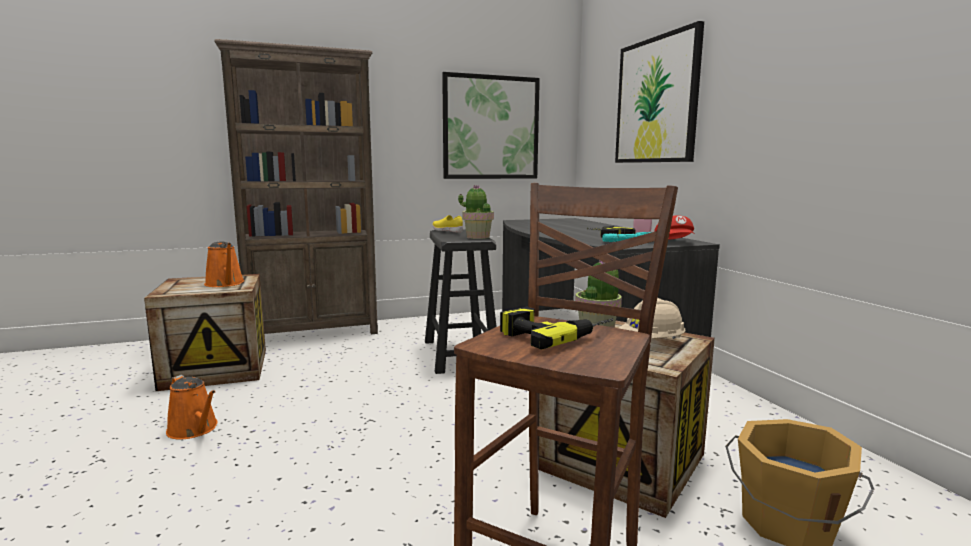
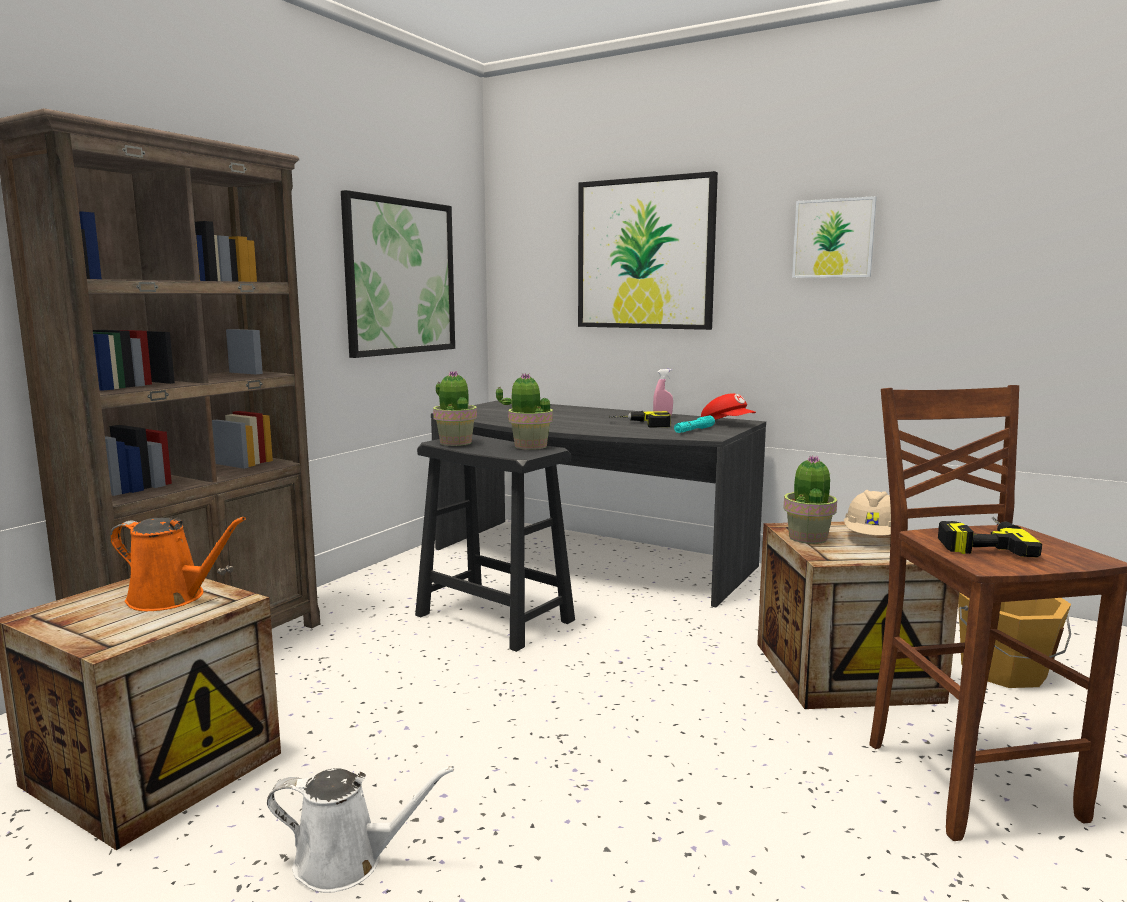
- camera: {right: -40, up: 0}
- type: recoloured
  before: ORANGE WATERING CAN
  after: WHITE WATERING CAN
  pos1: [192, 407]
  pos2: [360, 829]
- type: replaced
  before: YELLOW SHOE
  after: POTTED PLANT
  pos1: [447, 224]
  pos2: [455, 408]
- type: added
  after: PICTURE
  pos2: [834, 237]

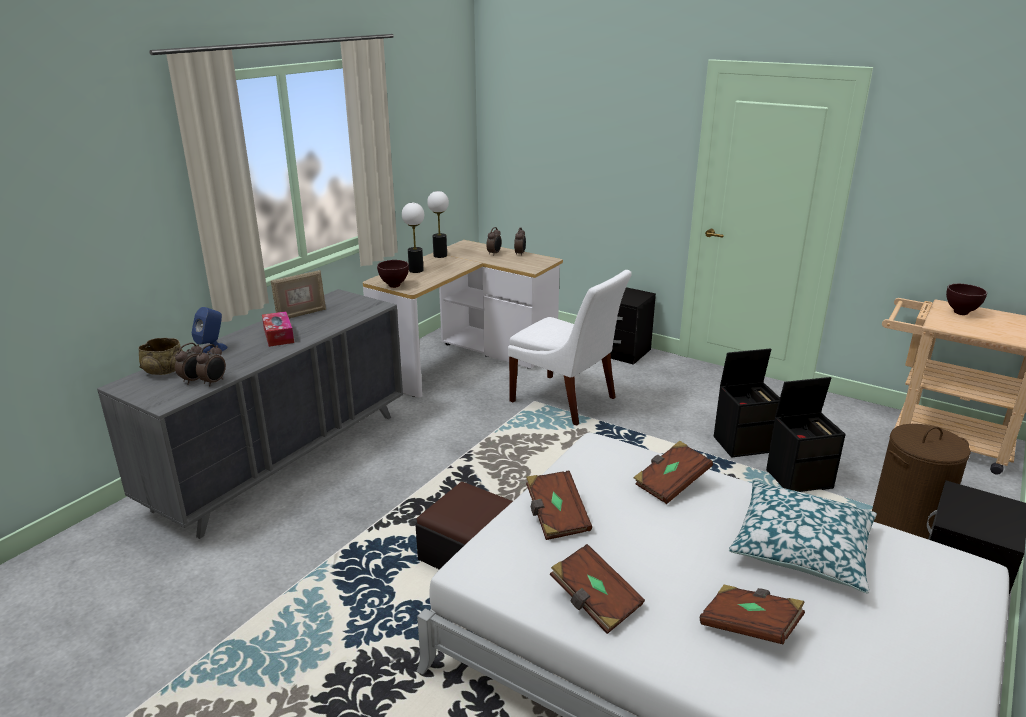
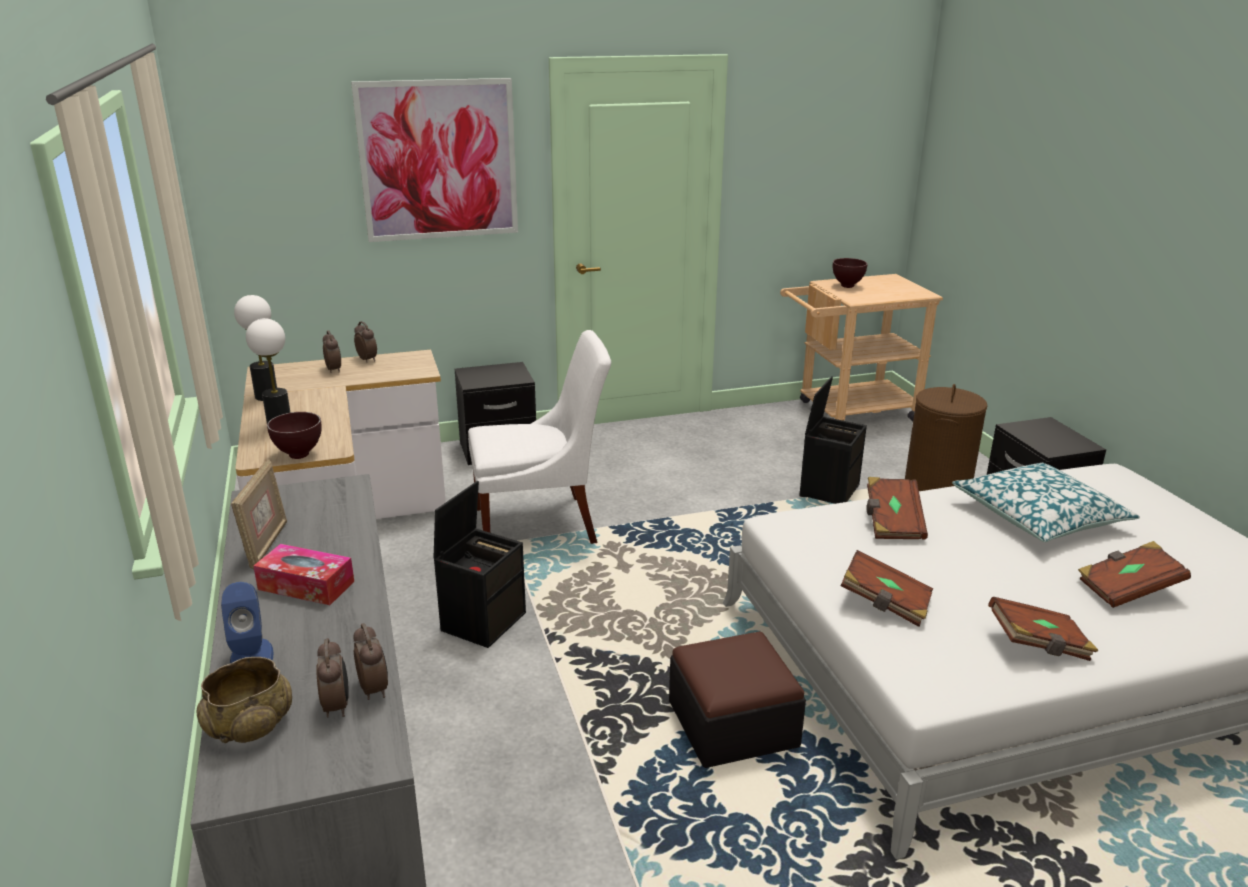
- camera: {right: -50, up: 0}
- type: moved
  before: BLACK STORAGE BOX
  pos1: [747, 403]
  pos2: [479, 564]
- type: added
  after: PICTURE
  pos2: [434, 160]

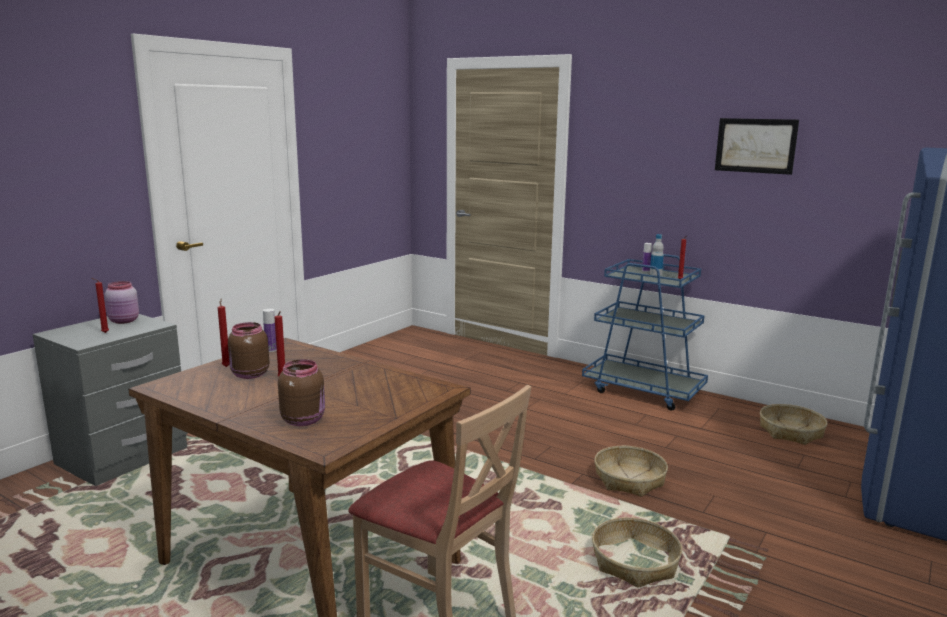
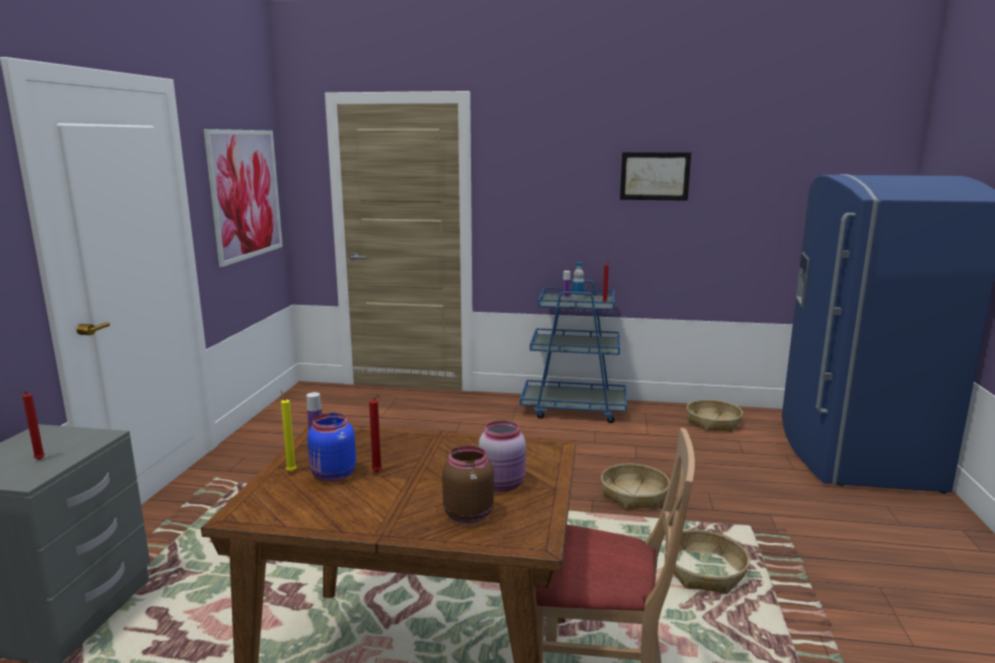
- camera: {right: -25, up: 0}
- type: moved
  before: PINK JAR
  pos1: [122, 302]
  pos2: [502, 456]
- type: recoloured
  before: RED CANDLE
  after: YELLOW CANDLE
  pos1: [223, 332]
  pos2: [289, 431]
- type: recoloured
  before: BROWN JAR
  after: BLUE JAR
  pos1: [248, 350]
  pos2: [331, 447]
- type: added
  after: PICTURE
  pos2: [243, 198]

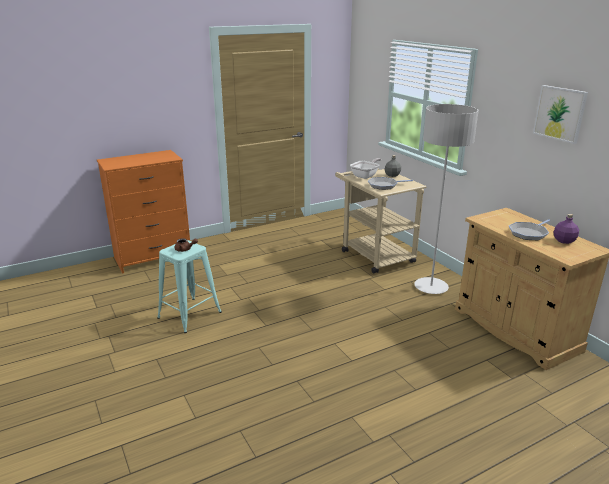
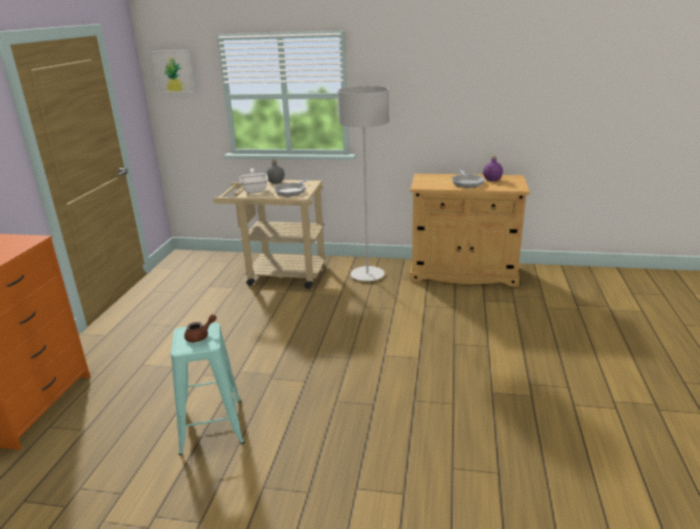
- camera: {right: -50, up: 0}
- type: moved
  before: PICTURE
  pos1: [560, 114]
  pos2: [173, 71]

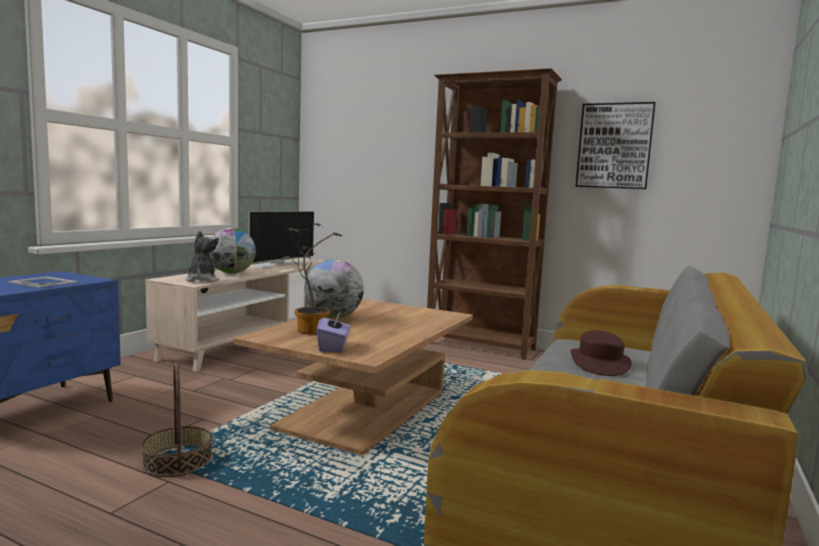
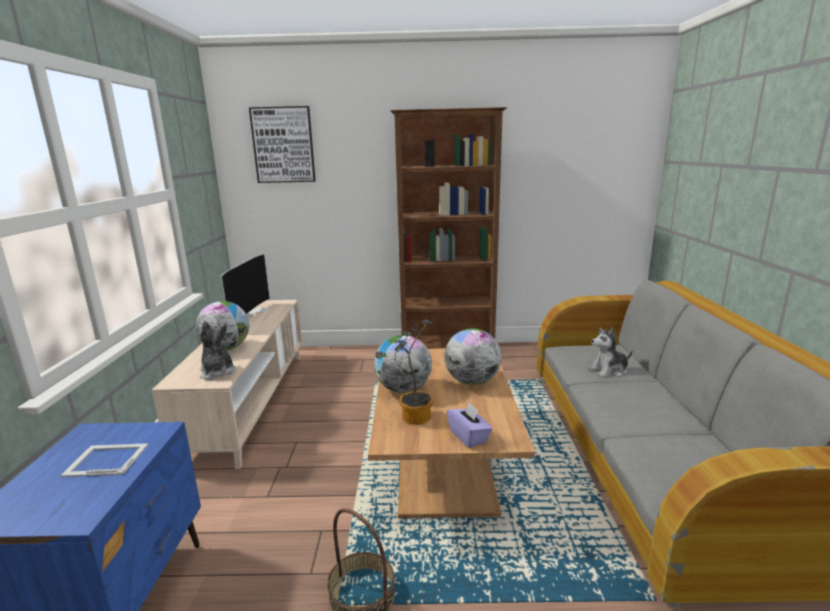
- camera: {right: -25, up: 10}
- type: replaced
  before: BROWN HAT
  after: PLUSH TOY
  pos1: [601, 353]
  pos2: [610, 352]
- type: moved
  before: PICTURE
  pos1: [616, 145]
  pos2: [282, 144]
- type: added
  after: GLOBE
  pos2: [473, 356]

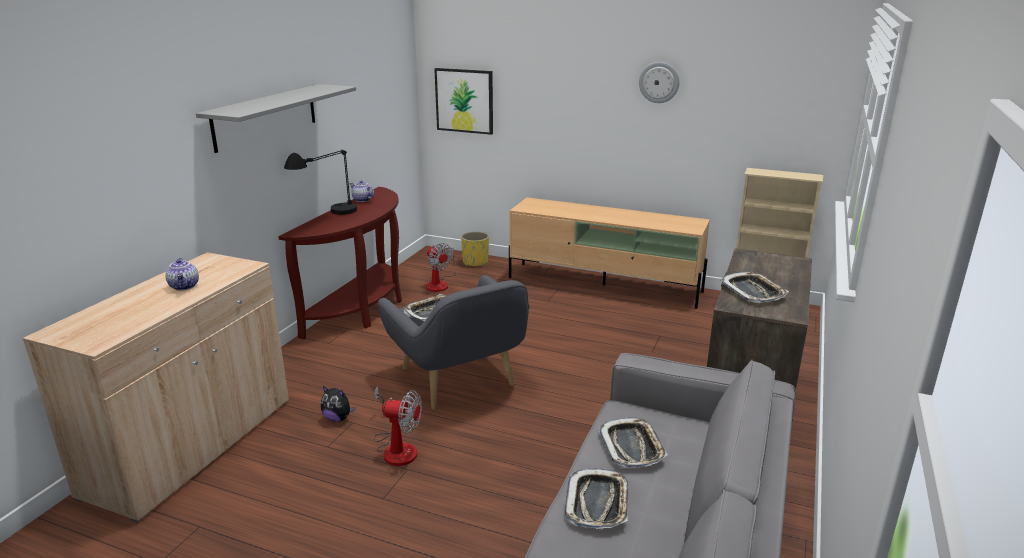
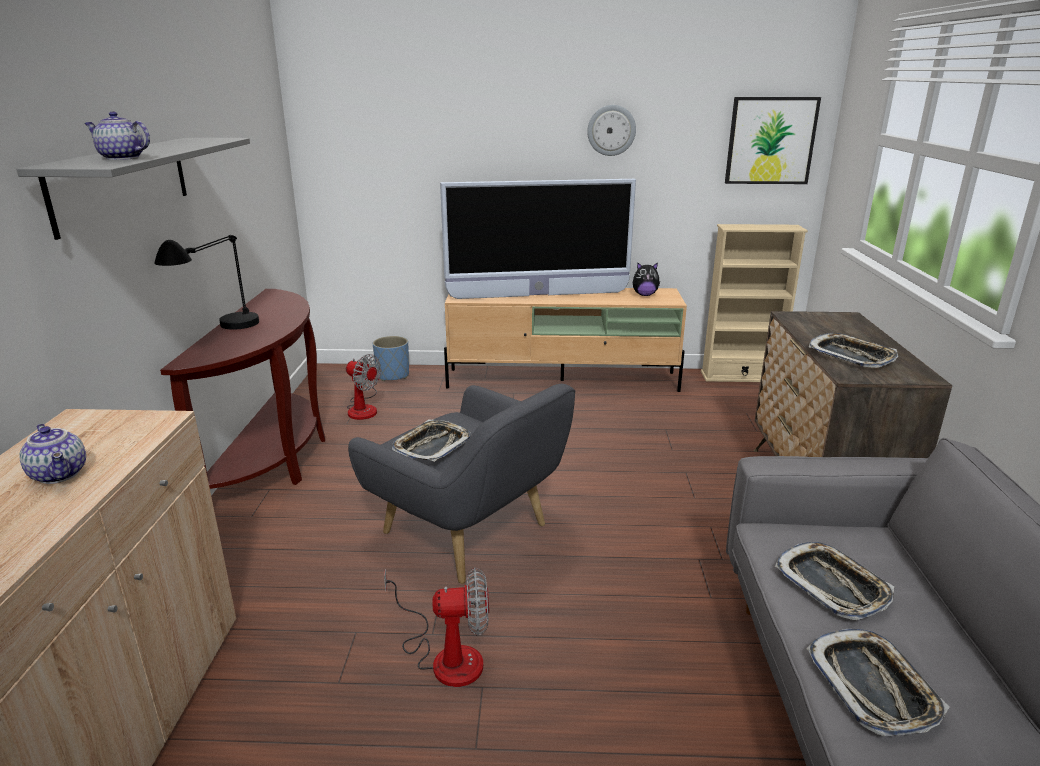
- camera: {right: -20, up: 0}
- type: moved
  before: PLUSH TOY
  pos1: [338, 404]
  pos2: [646, 279]
- type: moved
  before: TEAPOT
  pos1: [362, 191]
  pos2: [117, 136]
- type: moved
  before: PICTURE
  pos1: [463, 101]
  pos2: [773, 140]
- type: recoloured
  before: YELLOW PLANTER
  after: BLUE PLANTER
  pos1: [475, 248]
  pos2: [391, 358]
- type: added
  after: TELEVISION
  pos2: [538, 239]

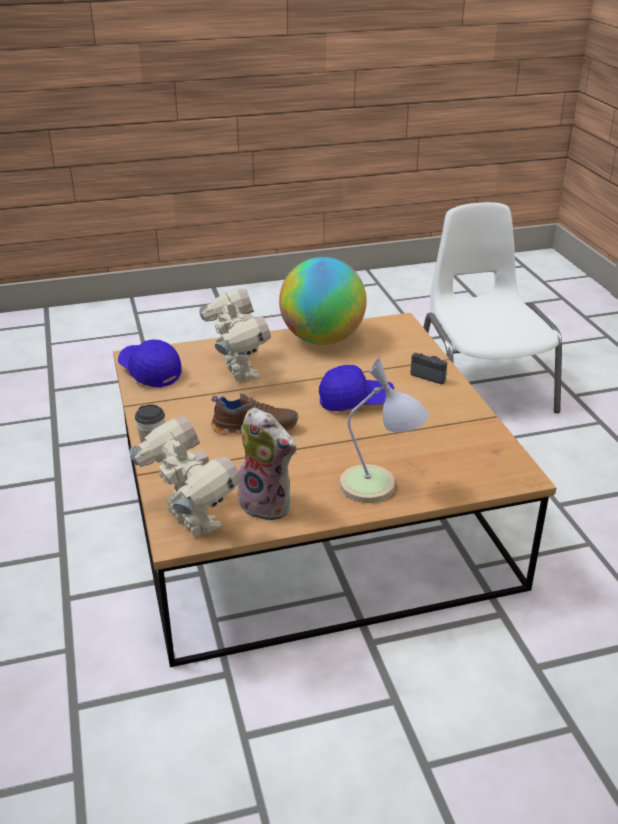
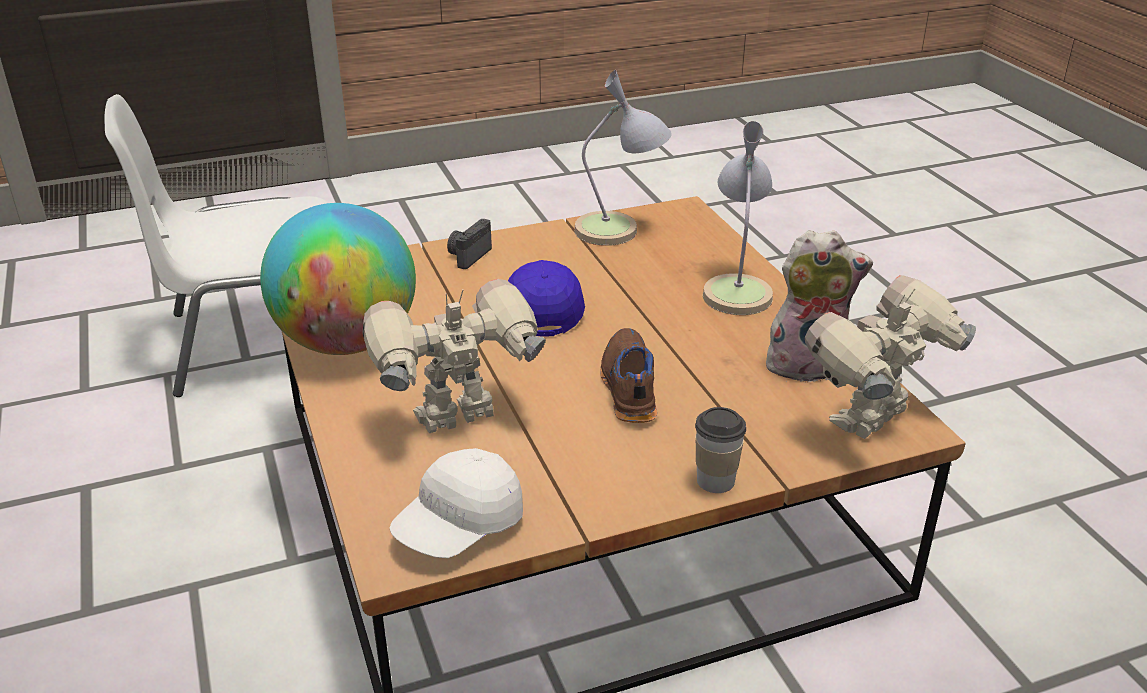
- camera: {right: -95, up: 0}
- type: recoloured
  before: BLUE CAP
  after: WHITE CAP
  pos1: [149, 363]
  pos2: [456, 503]
- type: turned
  before: PLUSH TOY
  pos1: [266, 464]
  pos2: [818, 306]
  turn: 60
- type: added
  after: TABLE LAMP
  pos2: [623, 158]

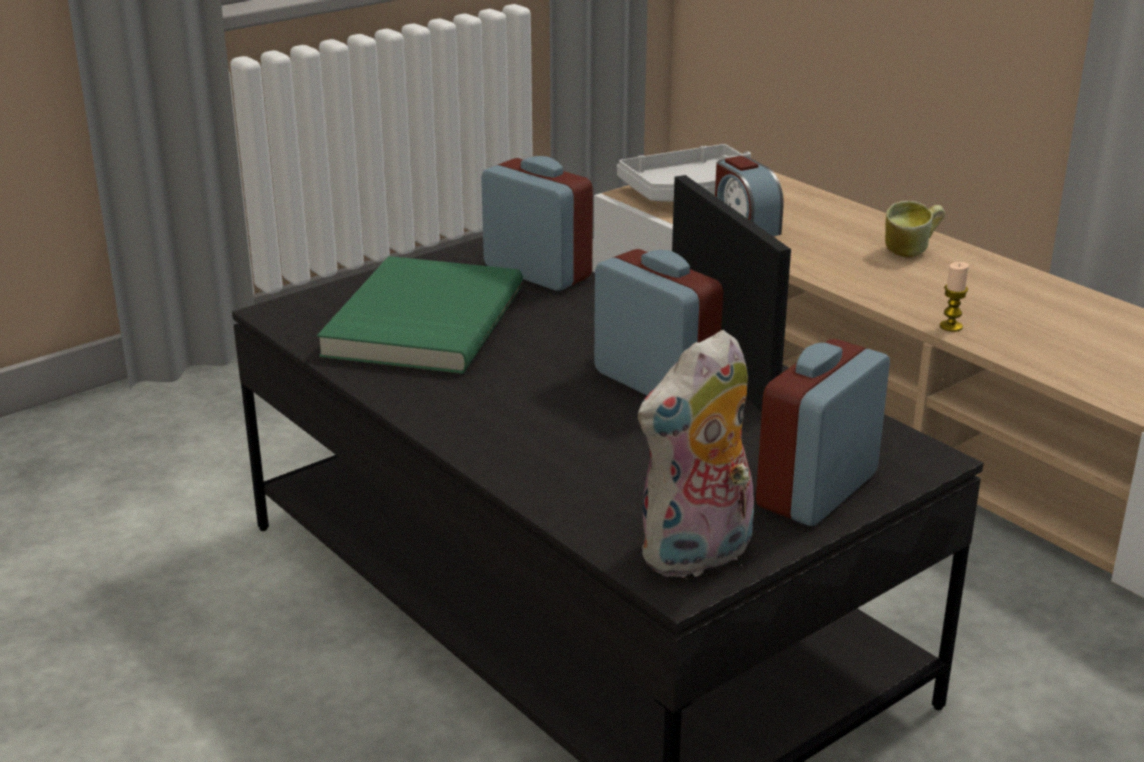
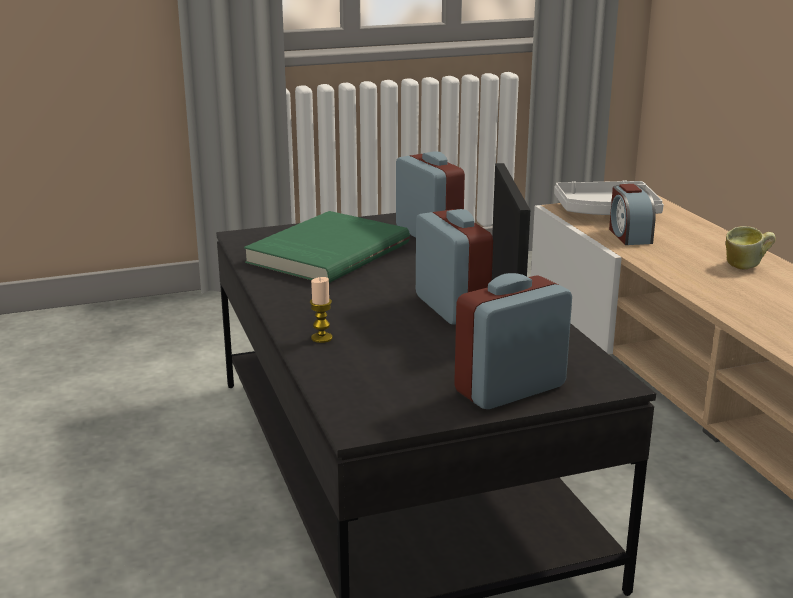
- camera: {right: 20, up: -5}
- type: removed
  before: PLUSH TOY
  pos1: [696, 455]
- type: moved
  before: CANDLE
  pos1: [954, 297]
  pos2: [321, 310]

